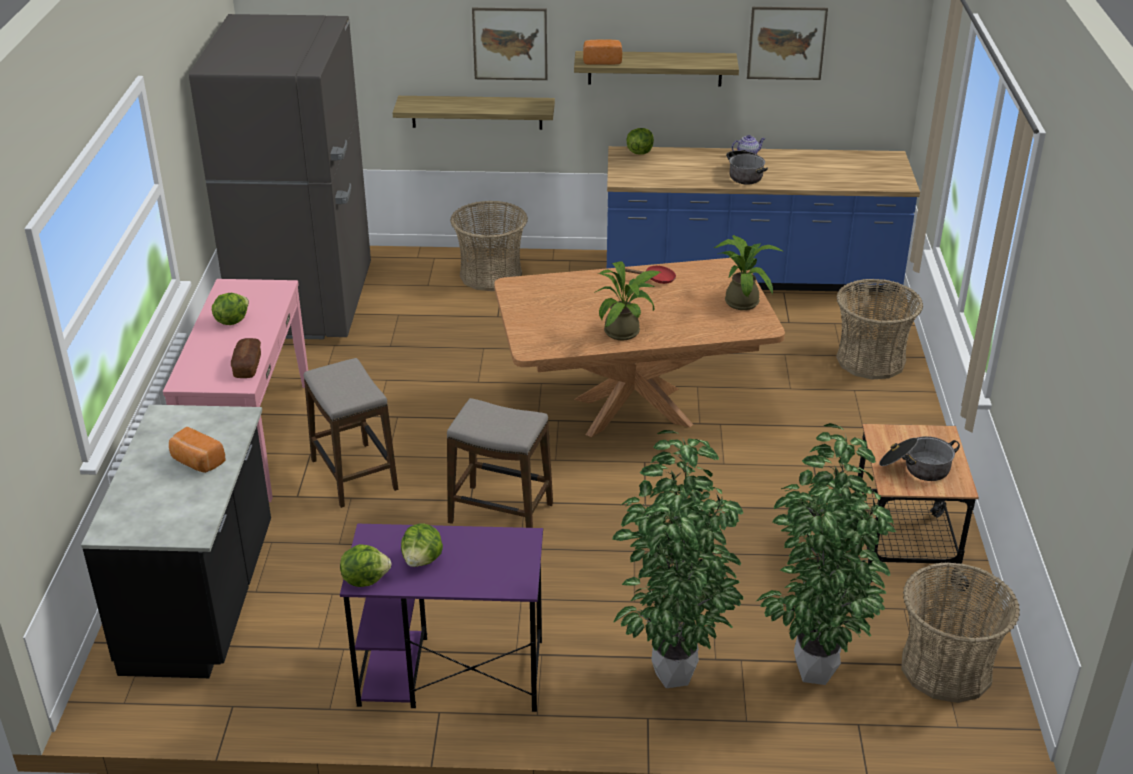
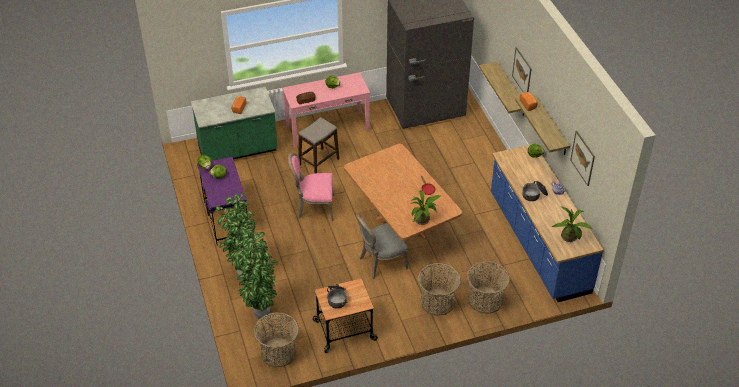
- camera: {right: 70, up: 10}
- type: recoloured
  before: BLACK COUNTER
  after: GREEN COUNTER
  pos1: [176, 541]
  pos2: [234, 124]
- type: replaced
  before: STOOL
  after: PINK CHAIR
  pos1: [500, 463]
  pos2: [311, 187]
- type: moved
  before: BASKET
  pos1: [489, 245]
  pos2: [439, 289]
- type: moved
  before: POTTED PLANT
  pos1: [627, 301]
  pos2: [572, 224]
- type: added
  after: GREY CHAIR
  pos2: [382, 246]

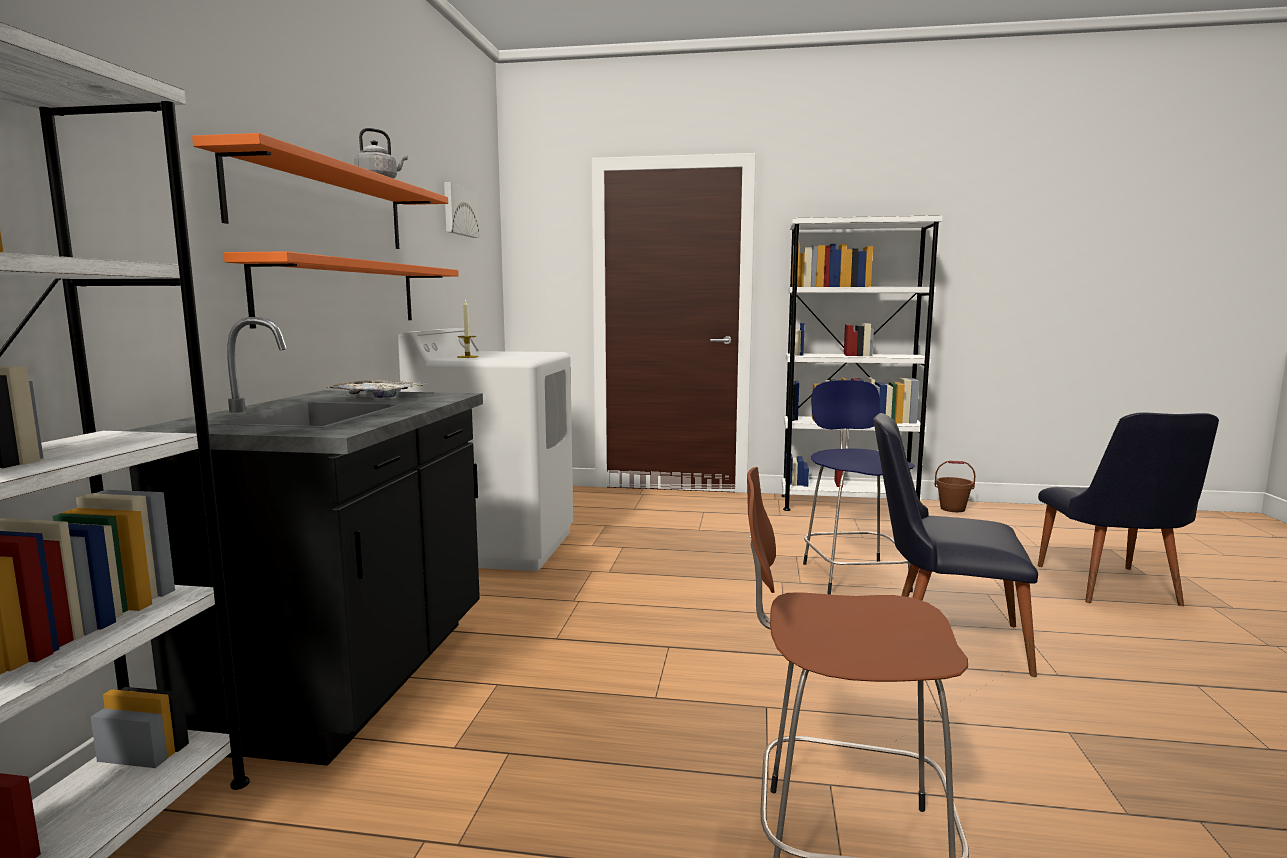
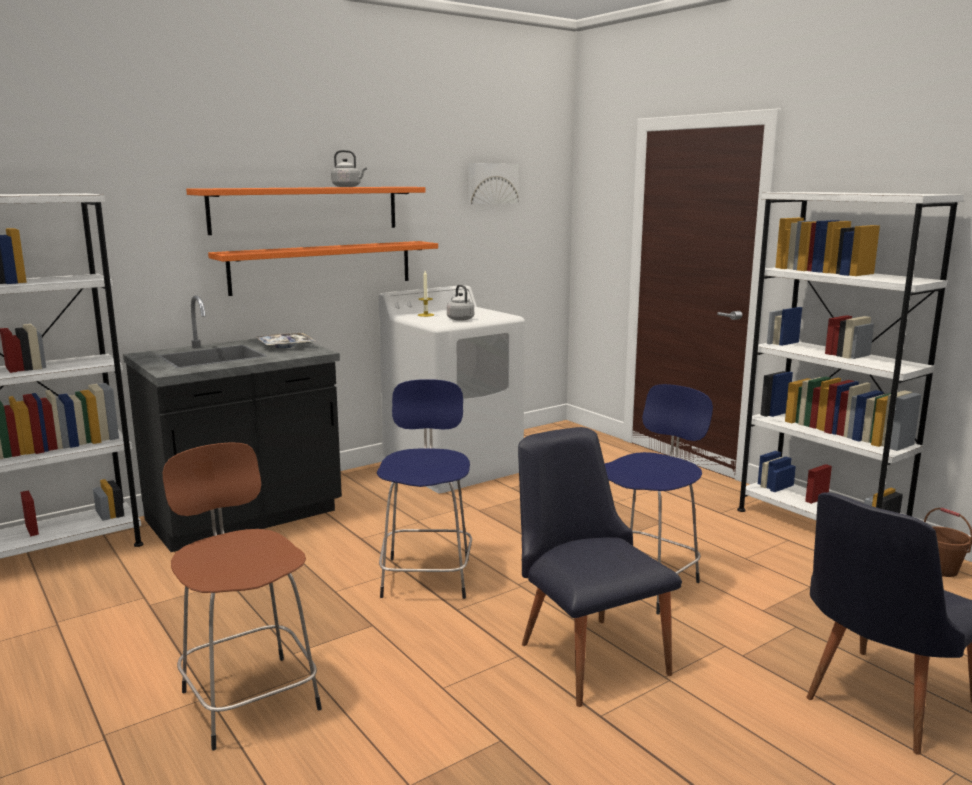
- camera: {right: 45, up: 5}
- type: added
  after: BLUE STOOL
  pos2: [424, 489]
- type: added
  after: GREY KETTLE
  pos2: [460, 303]

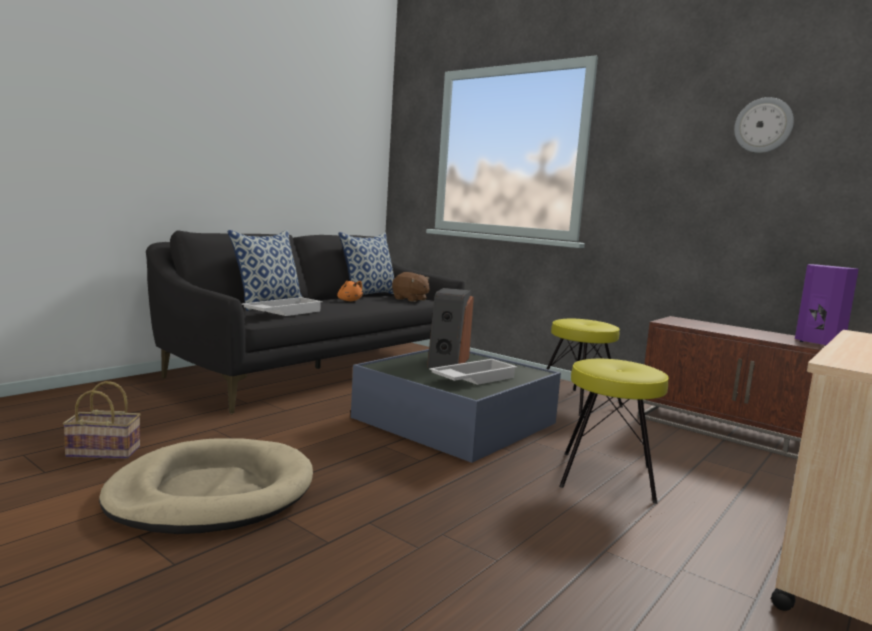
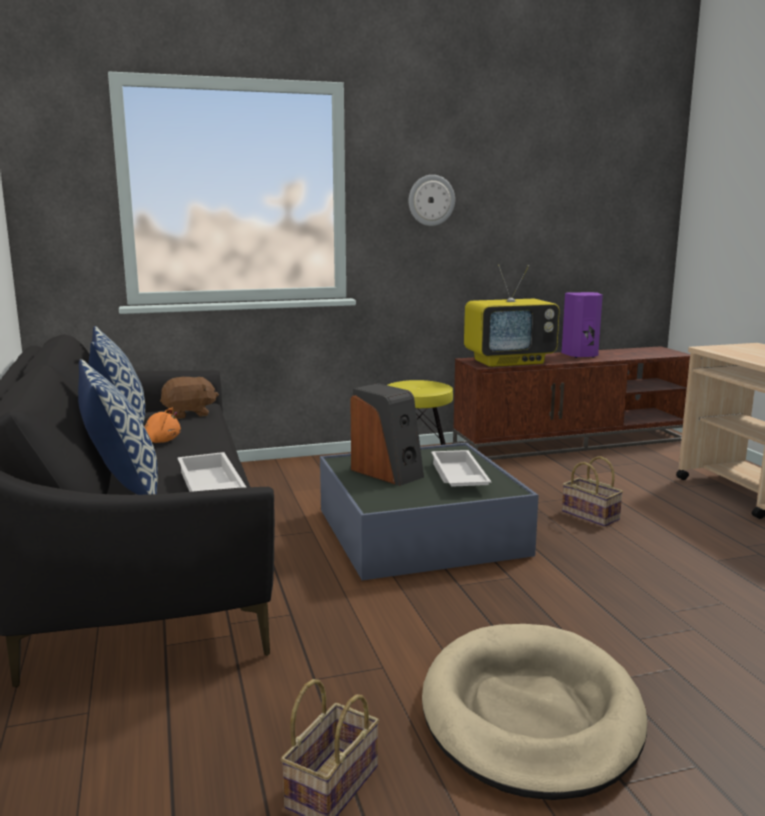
- camera: {right: -55, up: 5}
- type: replaced
  before: YELLOW STOOL
  after: BASKET
  pos1: [614, 431]
  pos2: [592, 491]
- type: moved
  before: WALL CLOCK
  pos1: [764, 125]
  pos2: [432, 200]
- type: added
  after: TELEVISION
  pos2: [512, 316]

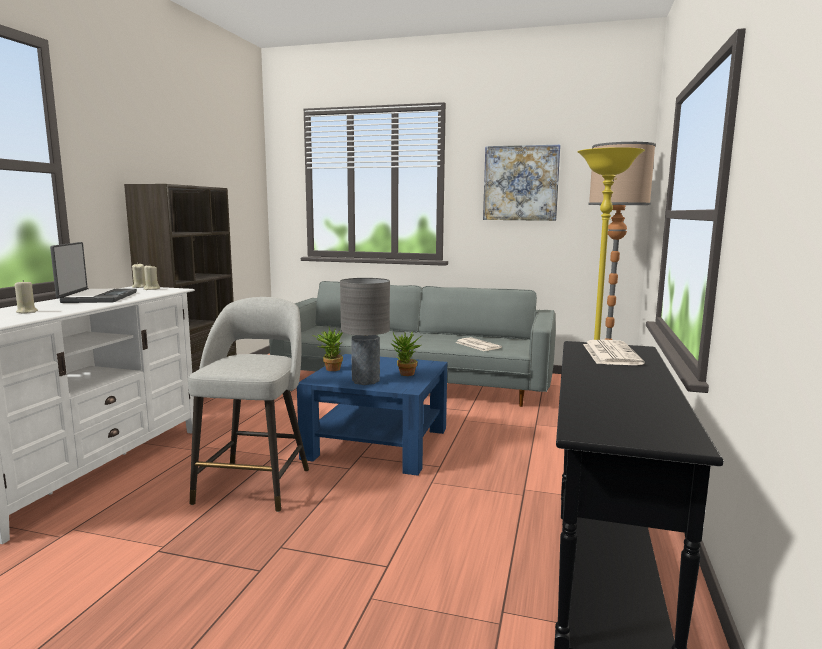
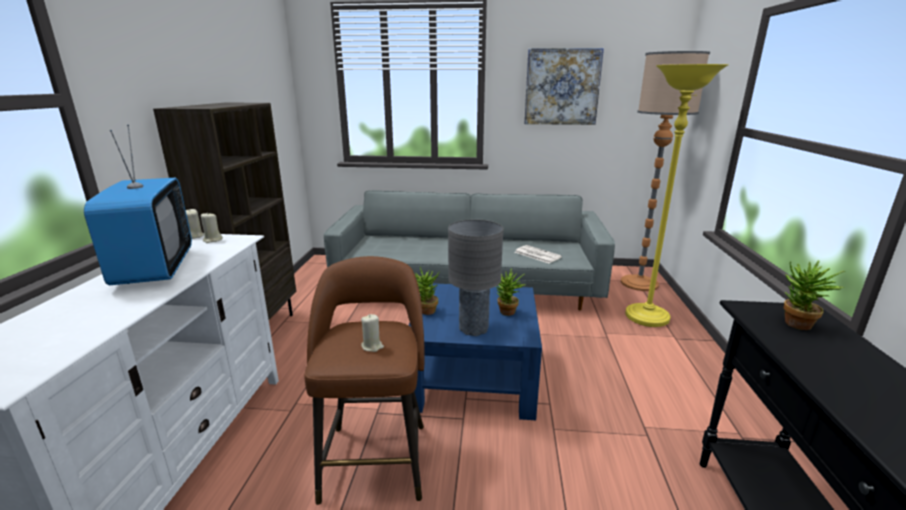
- camera: {right: -10, up: 10}
- type: moved
  before: BEIGE CANDLE
  pos1: [26, 297]
  pos2: [372, 333]
- type: replaced
  before: LAPTOP
  after: TELEVISION
  pos1: [93, 272]
  pos2: [138, 205]
- type: recoloured
  before: GREY STOOL
  after: BROWN STOOL
  pos1: [248, 404]
  pos2: [364, 380]
- type: replaced
  before: NEWSPAPER
  after: POTTED PLANT
  pos1: [614, 352]
  pos2: [814, 295]

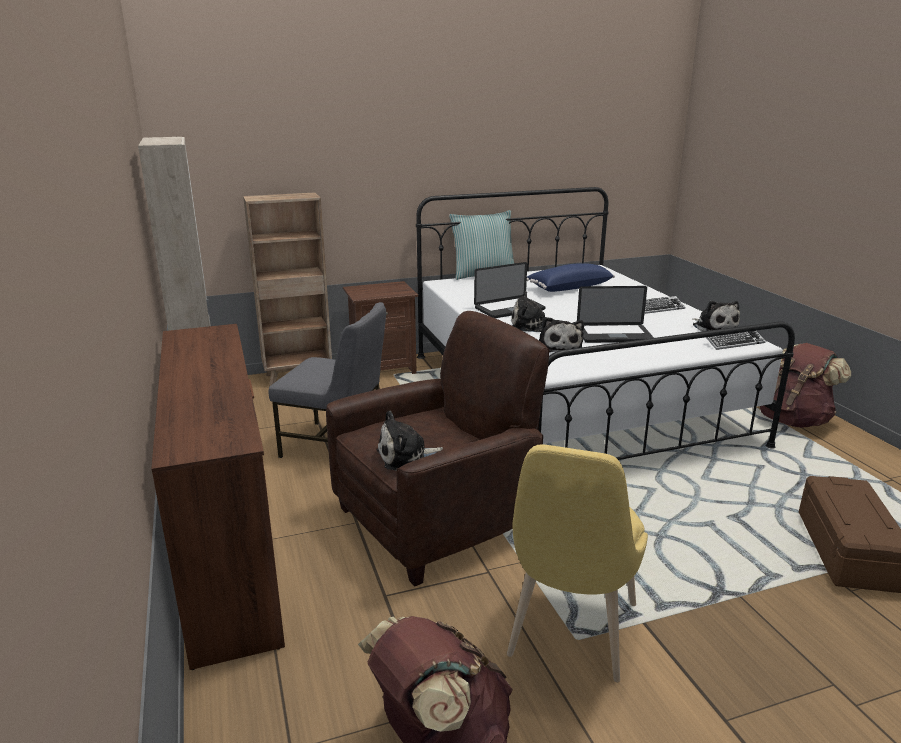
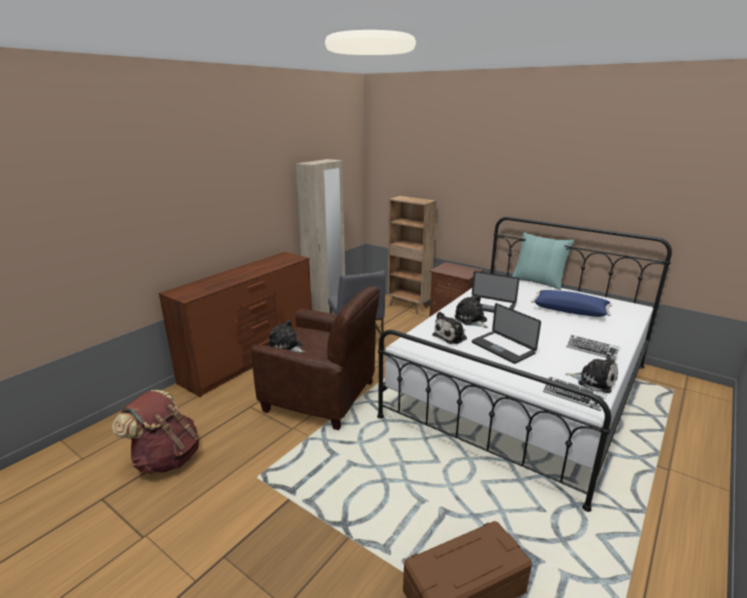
- camera: {right: 55, up: 0}
- type: removed
  before: YELLOW CHAIR
  pos1: [577, 563]
- type: turned
  before: PLUSH TOY
  pos1: [716, 316]
  pos2: [592, 373]
  turn: -90
- type: removed
  before: BROWN BACKPACK
  pos1: [805, 385]

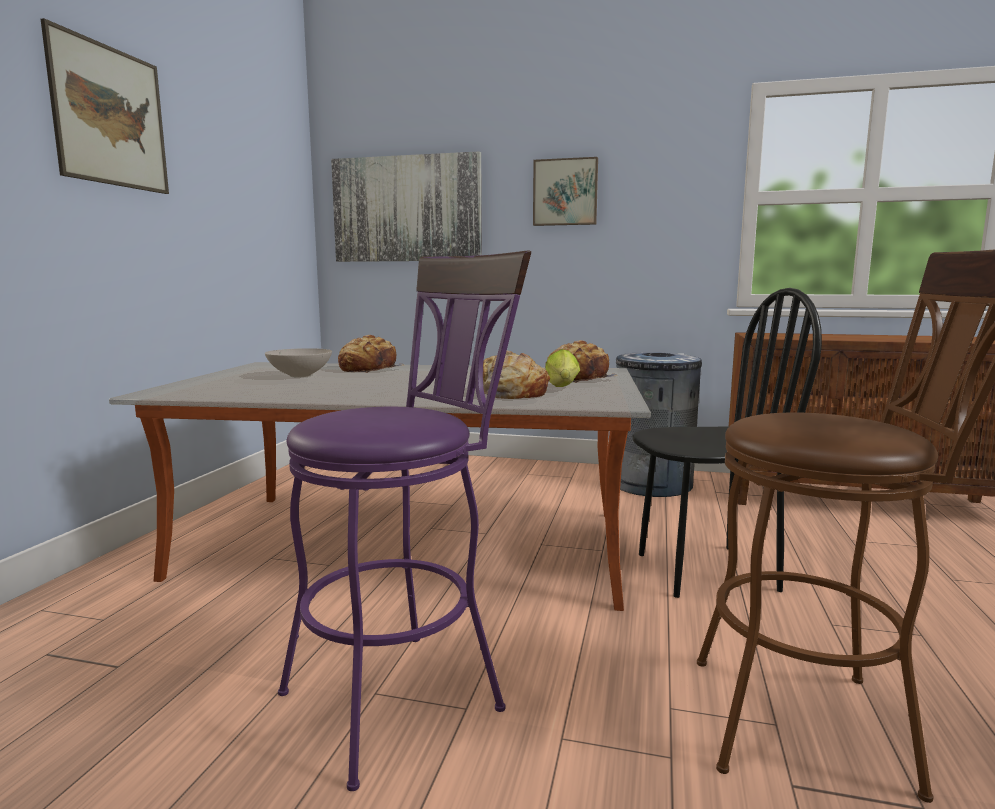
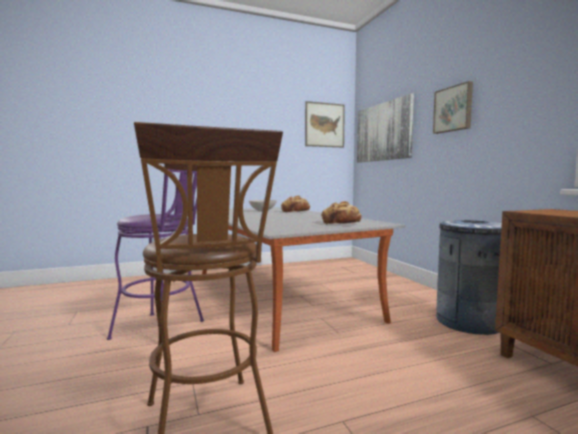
- camera: {right: 55, up: -5}
- type: moved
  before: PICTURE
  pos1: [105, 106]
  pos2: [325, 124]
- type: removed
  before: BREAD
  pos1: [512, 375]
- type: removed
  before: LETTUCE
  pos1: [562, 368]
- type: removed
  before: BLACK CHAIR
  pos1: [727, 443]

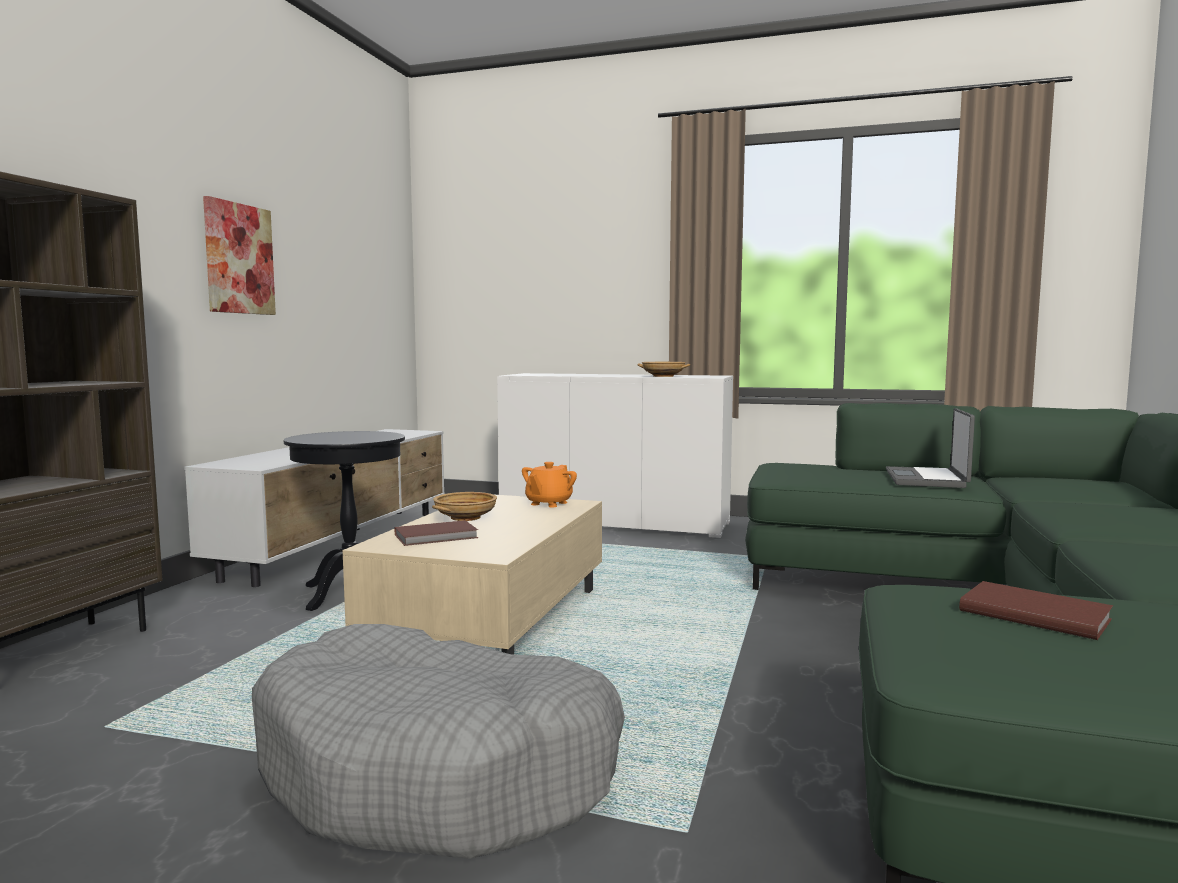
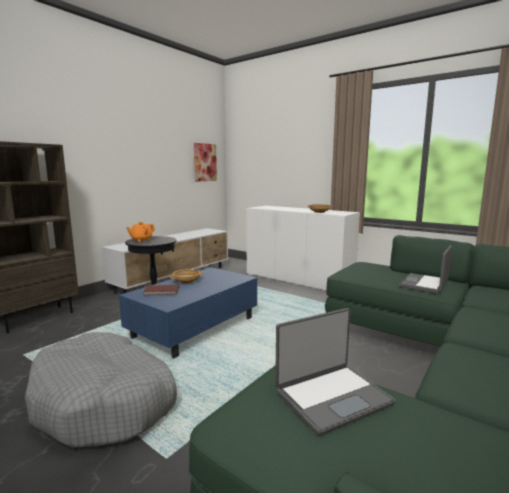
- camera: {right: 20, up: 5}
- type: moved
  before: PICTURE
  pos1: [239, 255]
  pos2: [205, 162]
- type: recoloured
  before: BEIGE COFFEE TABLE
  after: BLUE COFFEE TABLE
  pos1: [472, 574]
  pos2: [188, 312]
- type: moved
  before: ORANGE TEAPOT
  pos1: [549, 484]
  pos2: [140, 232]
- type: replaced
  before: BROWN BOOK
  after: LAPTOP
  pos1: [1036, 610]
  pos2: [335, 372]

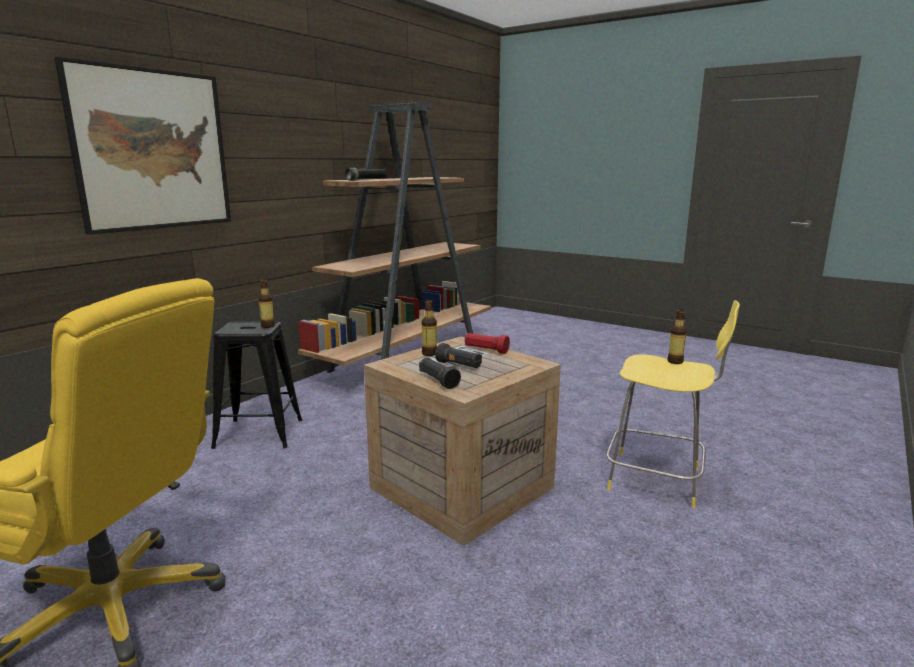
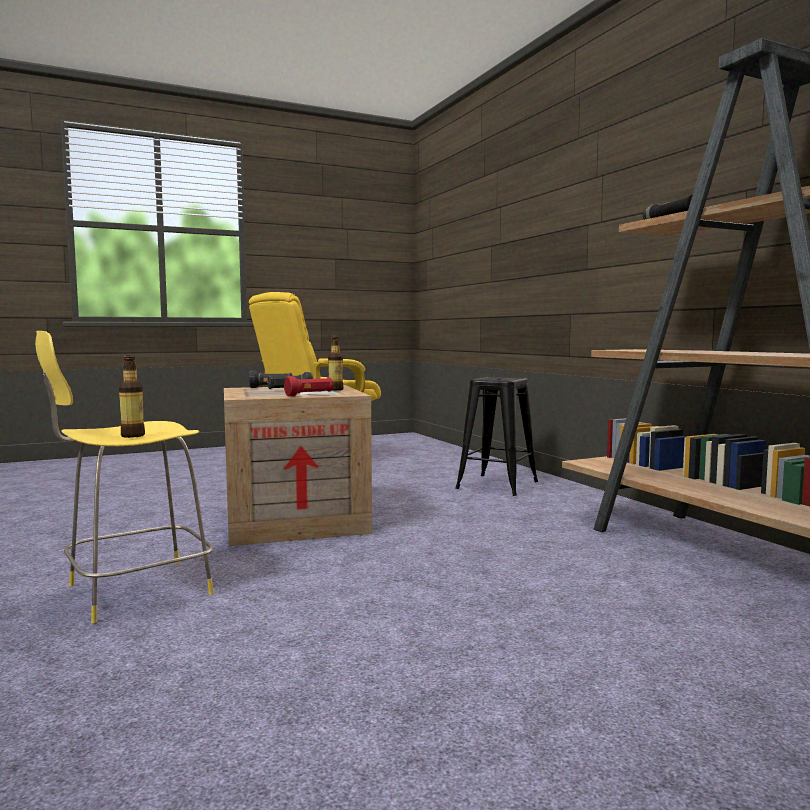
- camera: {right: 120, up: -10}
- type: removed
  before: PICTURE
  pos1: [142, 146]
- type: removed
  before: BOTTLE
  pos1: [267, 303]

